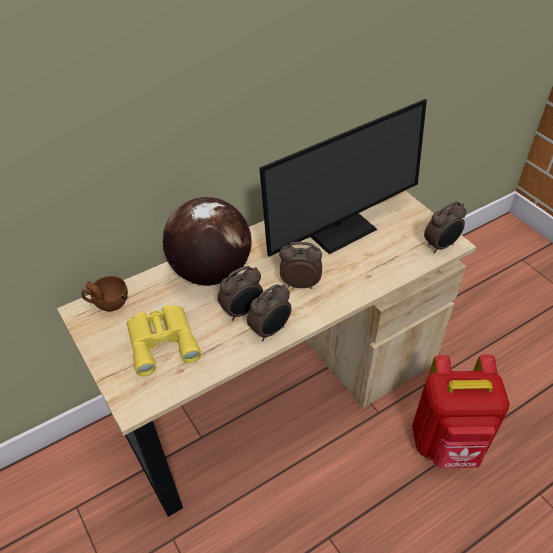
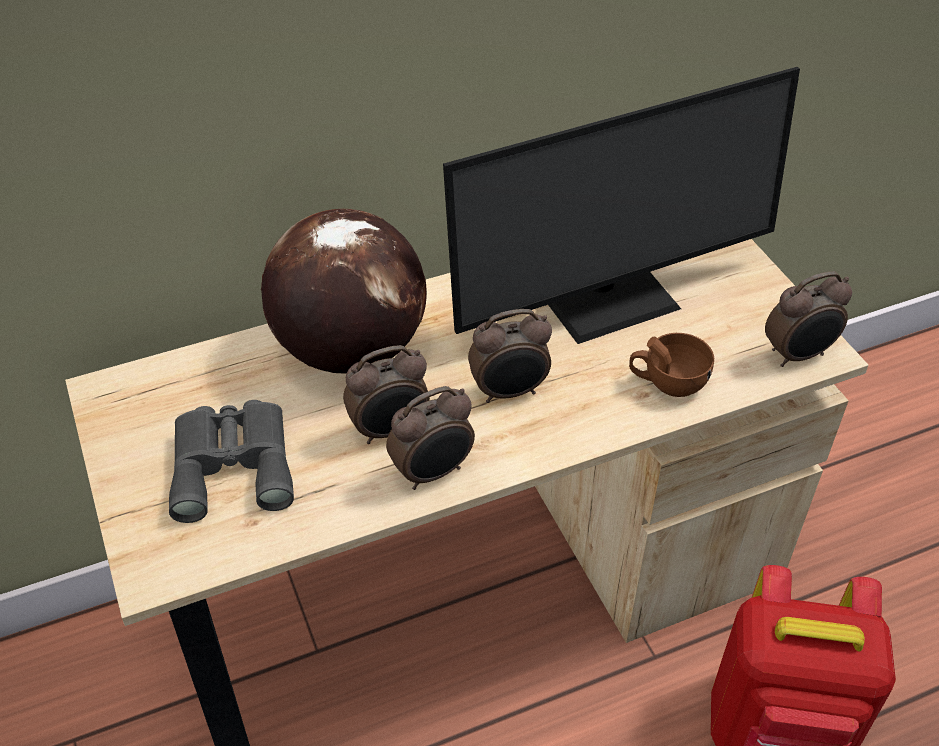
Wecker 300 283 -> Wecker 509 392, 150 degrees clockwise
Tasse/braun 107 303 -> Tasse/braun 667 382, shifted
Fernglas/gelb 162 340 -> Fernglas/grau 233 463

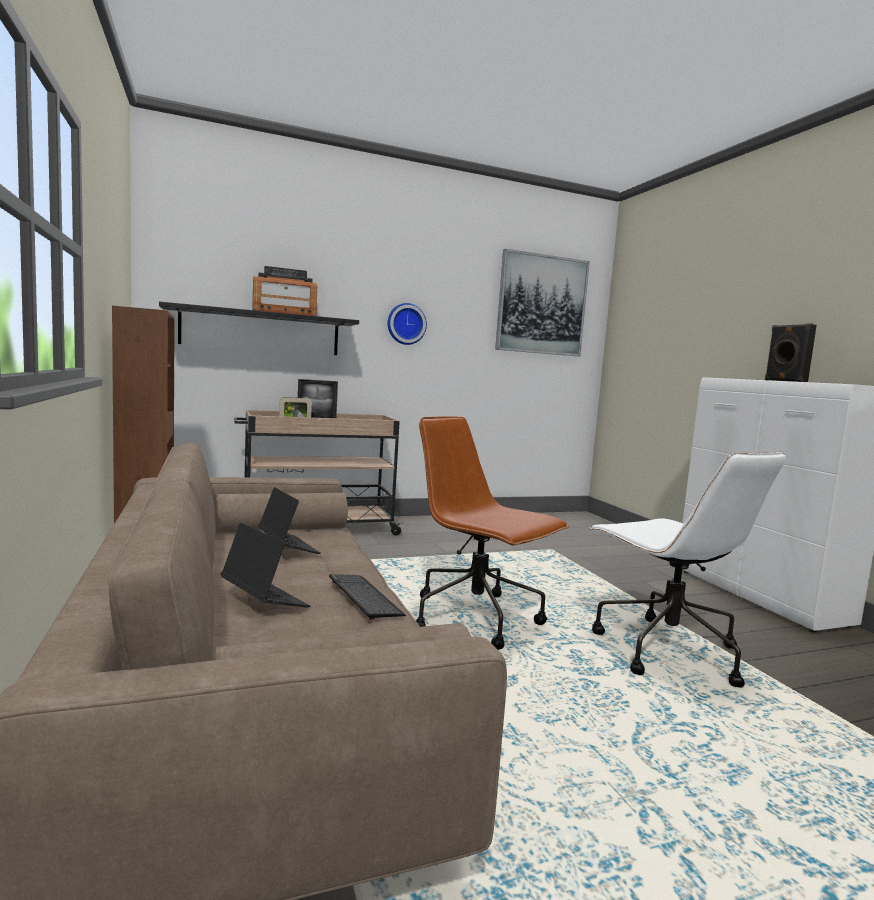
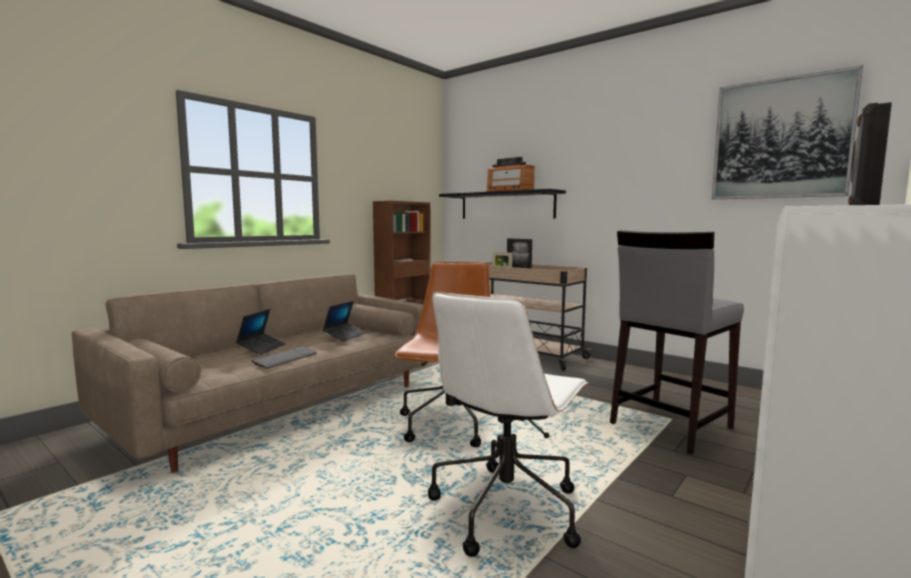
Wanduhr 406 324 -> none
none -> Hocker/grau 669 426

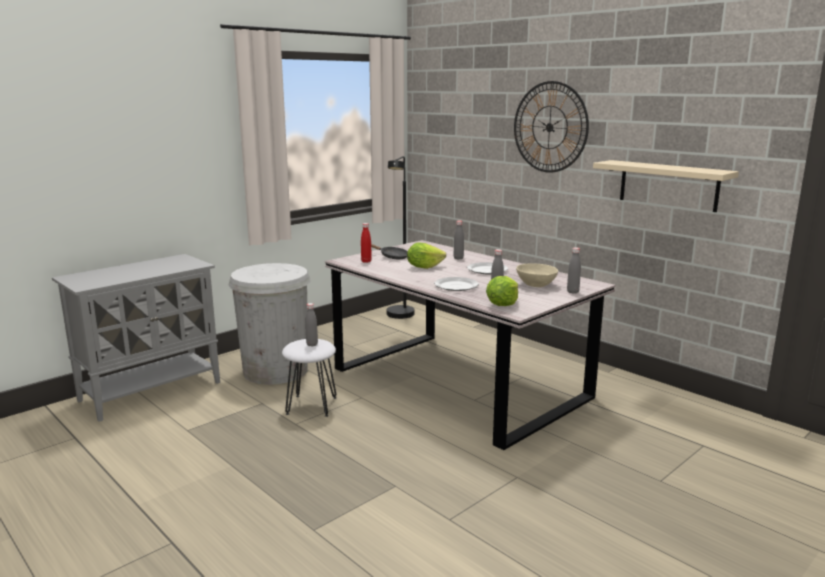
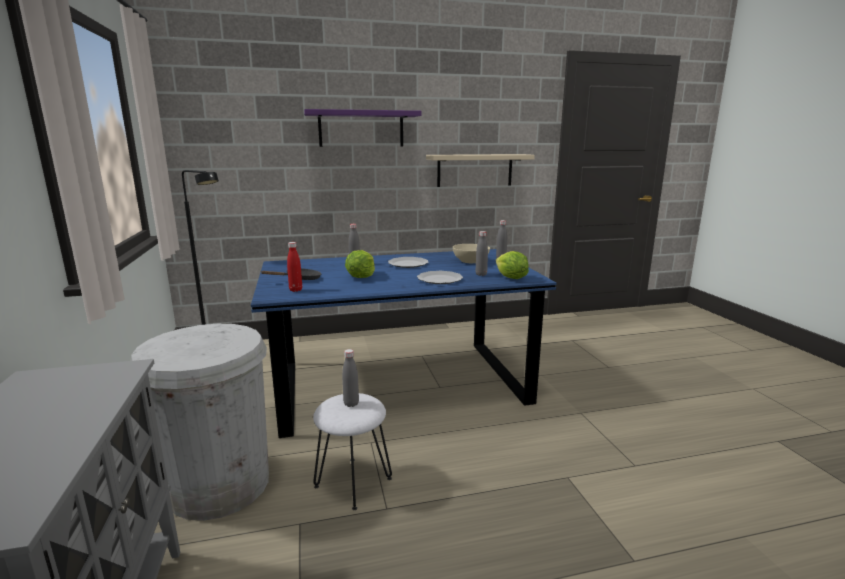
Wanduhr 549 127 -> Wandregal/lila 361 129
Esstisch/grau 457 383 -> Esstisch/blau 400 383

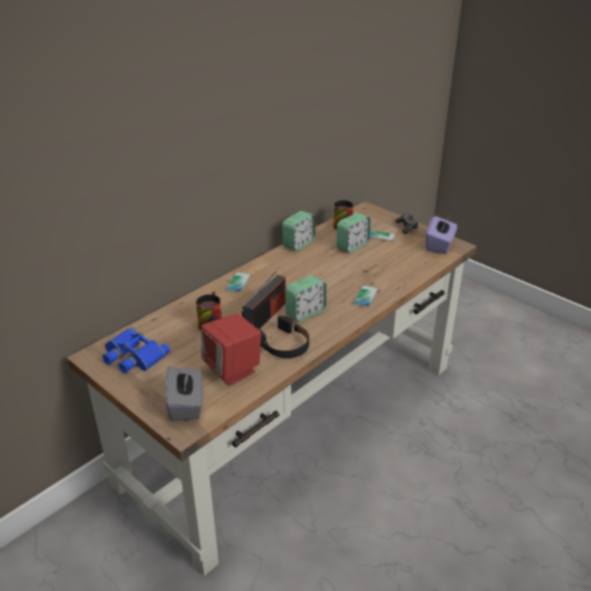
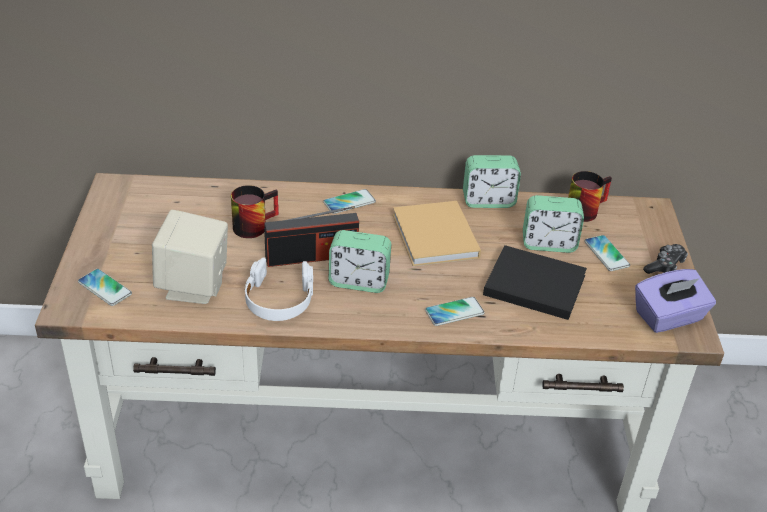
Lautsprecher/rot 233 370 -> Lautsprecher/beige 194 286
Kopfhörer/schwarz 284 345 -> Kopfhörer/weiß 279 299
Fernglas/blau 132 356 -> none
Taschentuchbox/grau 186 405 -> Handy 105 288
none -> Buch/beige 436 238
none -> Buch/schwarz 531 284

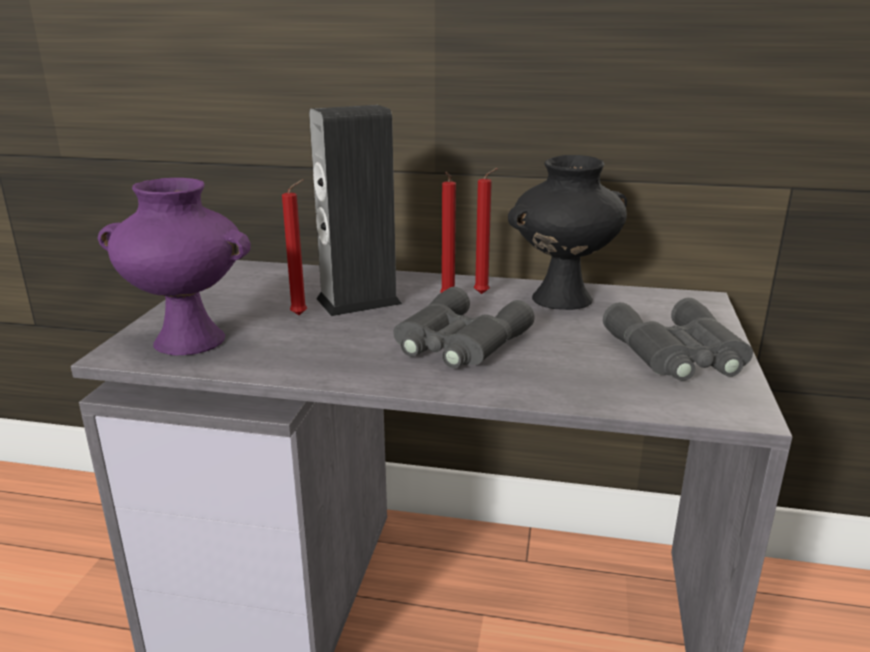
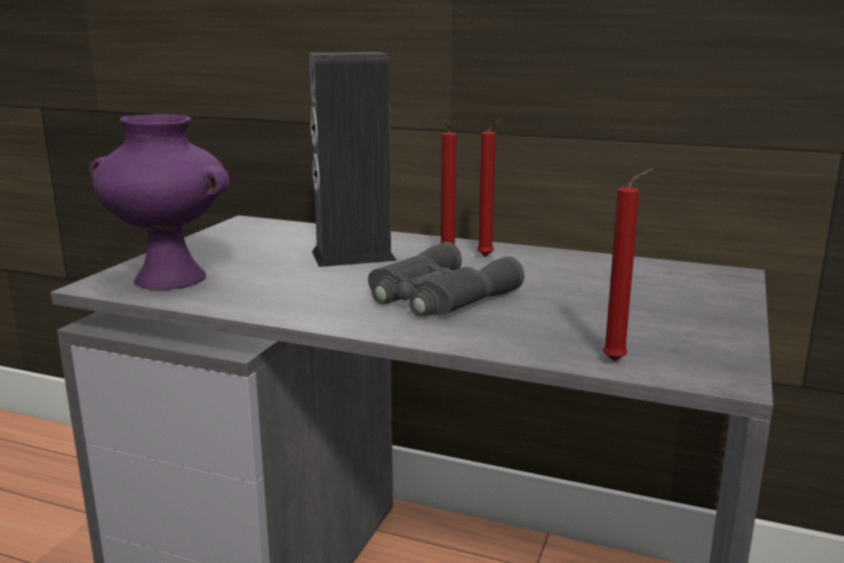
Vase/schwarz 561 300 -> none
Kerze/rot 302 315 -> Kerze/rot 618 361, shifted
Fernglas/grau 677 354 -> none

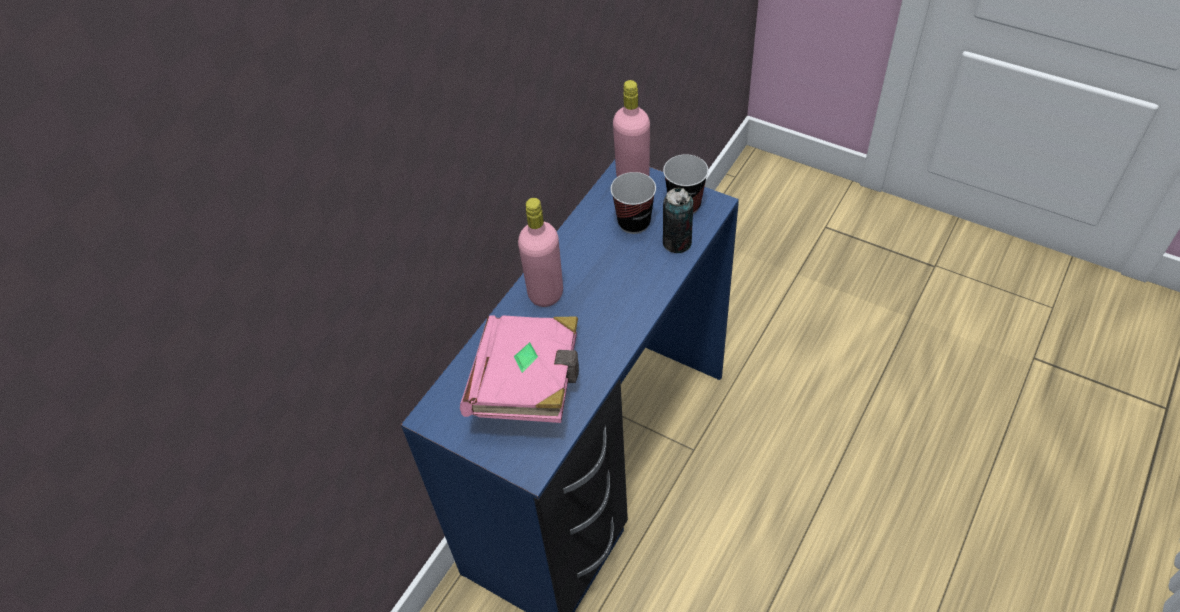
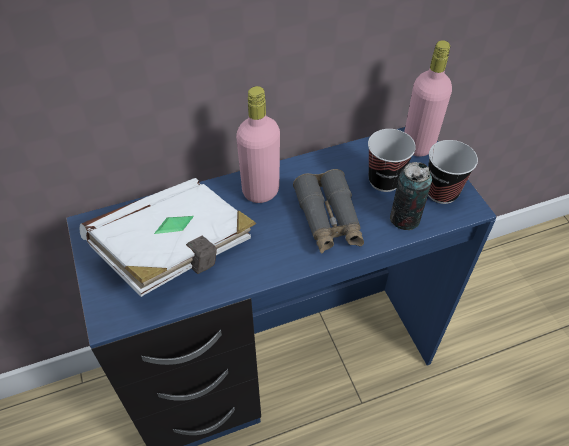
Buch/rosa 529 383 -> Buch/weiß 177 251
none -> Fernglas/grau 328 219

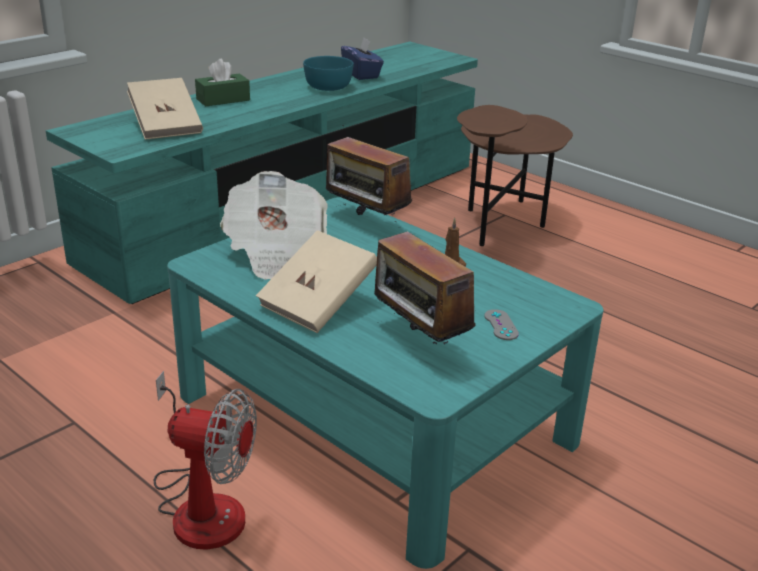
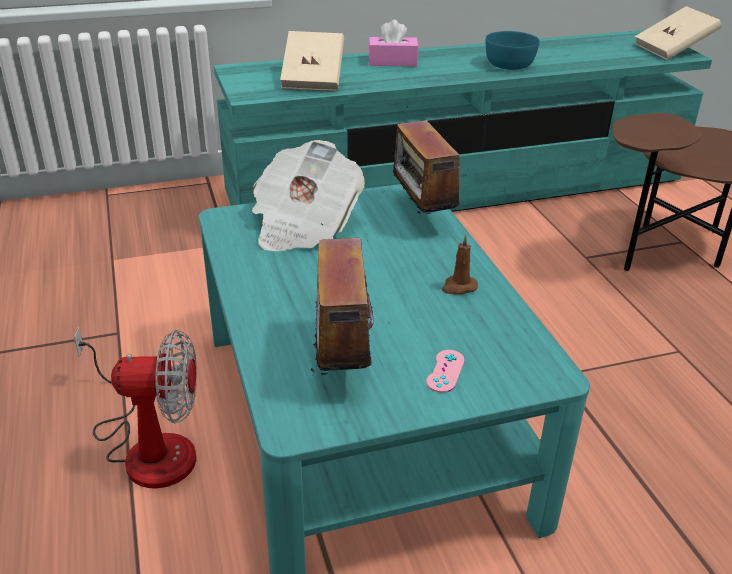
Taschentuchbox/blau 361 74 -> none
Taschentuchbox/grün 223 100 -> Taschentuchbox/rosa 392 62
Buch/beige 318 304 -> Buch/beige 673 50, shifted
Gamepad/grau 501 325 -> Gamepad/rosa 445 371
Ventilator 202 504 -> Ventilator 148 446, 45 degrees counterclockwise

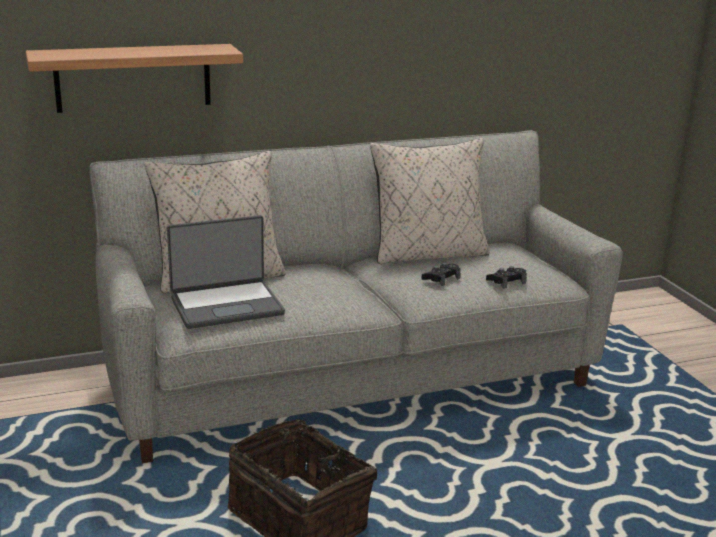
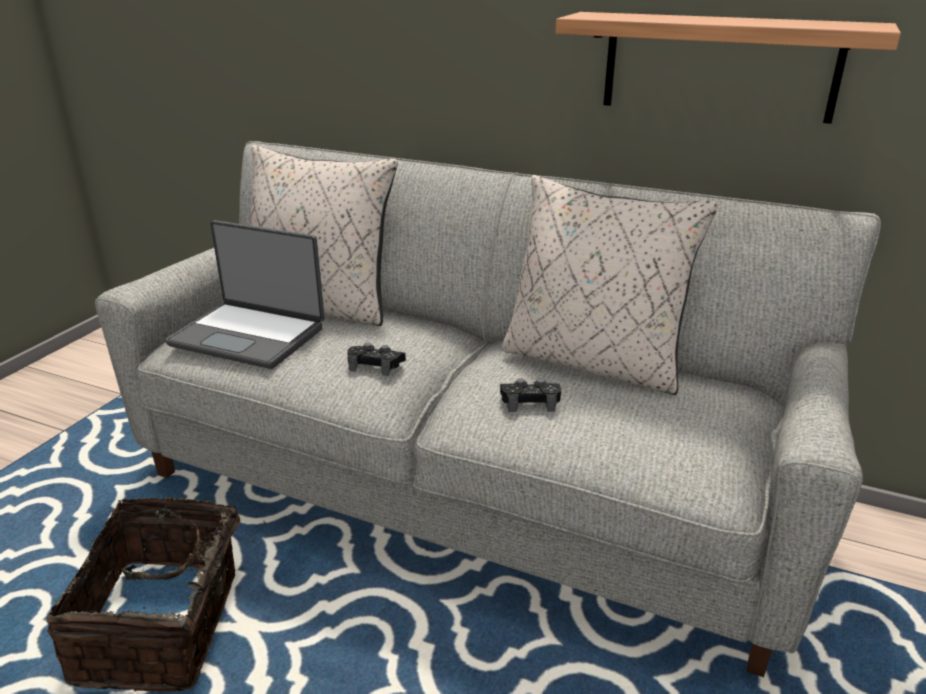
Wandregal 133 77 -> Wandregal 719 66, shifted
Gamepad/schwarz 506 282 -> Gamepad/schwarz 376 365, shifted

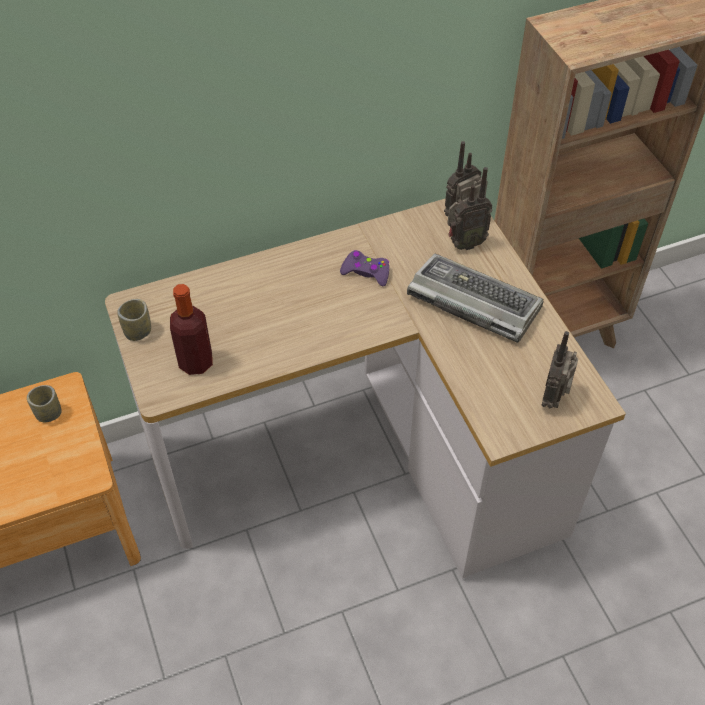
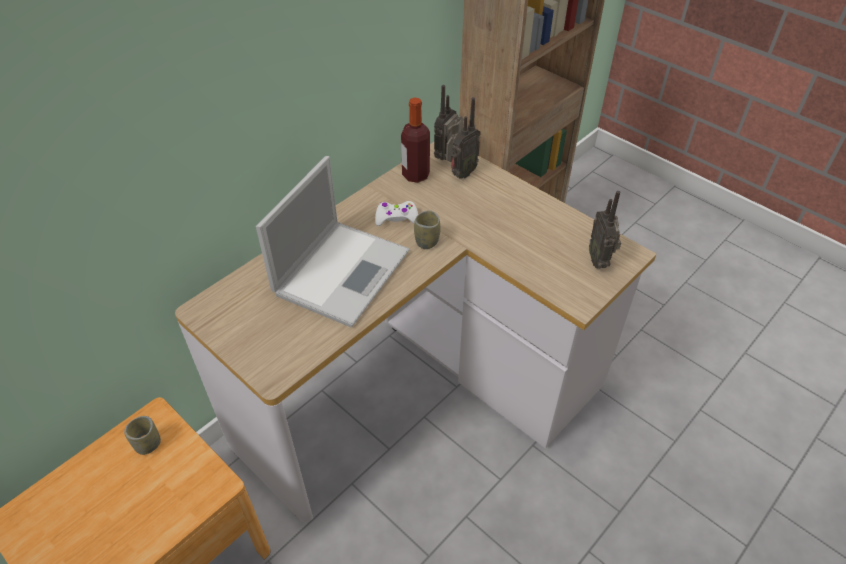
Gamepad/lila 366 272 -> Gamepad/weiß 396 218
Tastatur 472 302 -> none
Flasche 196 362 -> Flasche 415 175, shifted
Tasse 138 331 -> Tasse 427 241, shifted
none -> Laptop 343 270

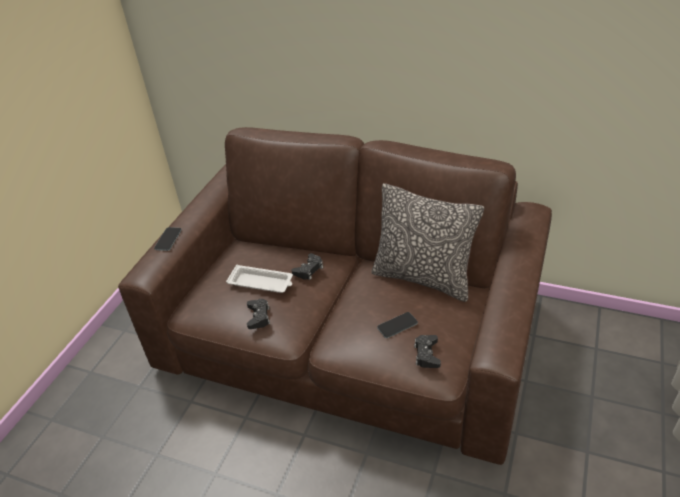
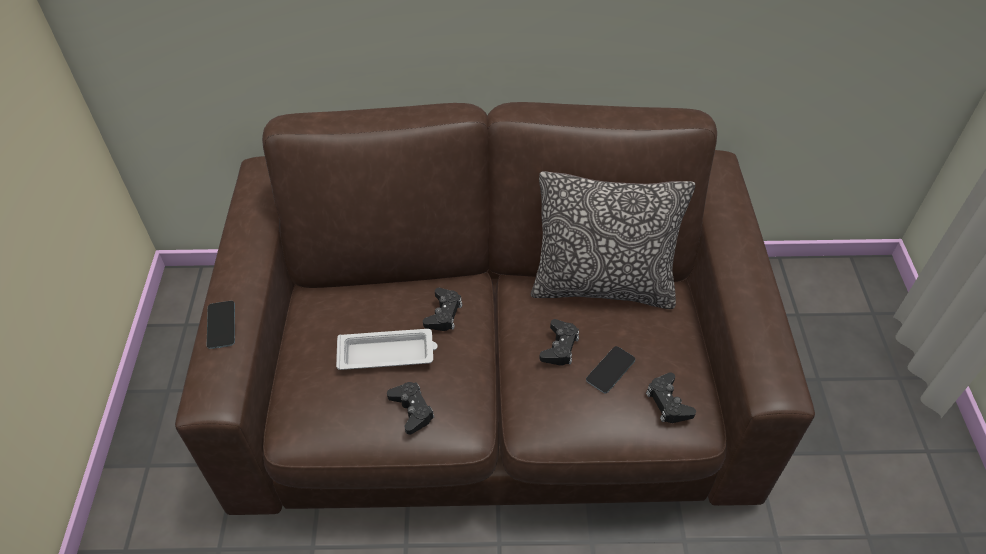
none -> Gamepad/schwarz 559 347

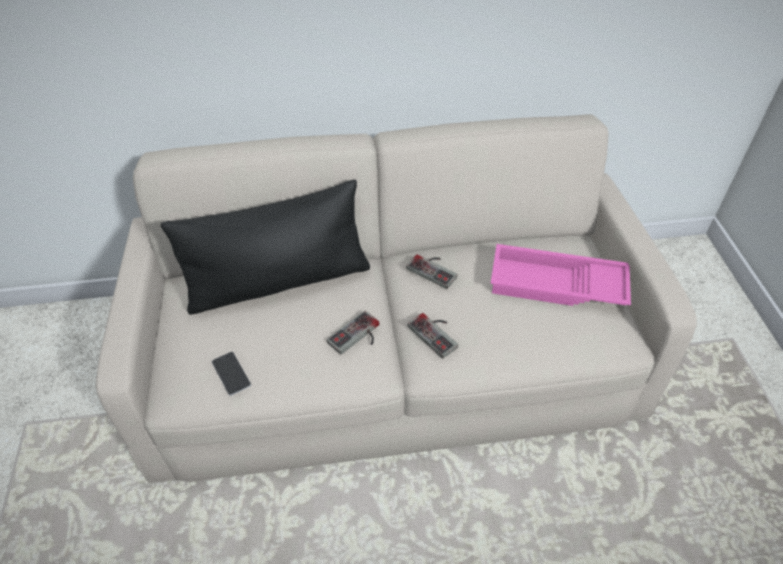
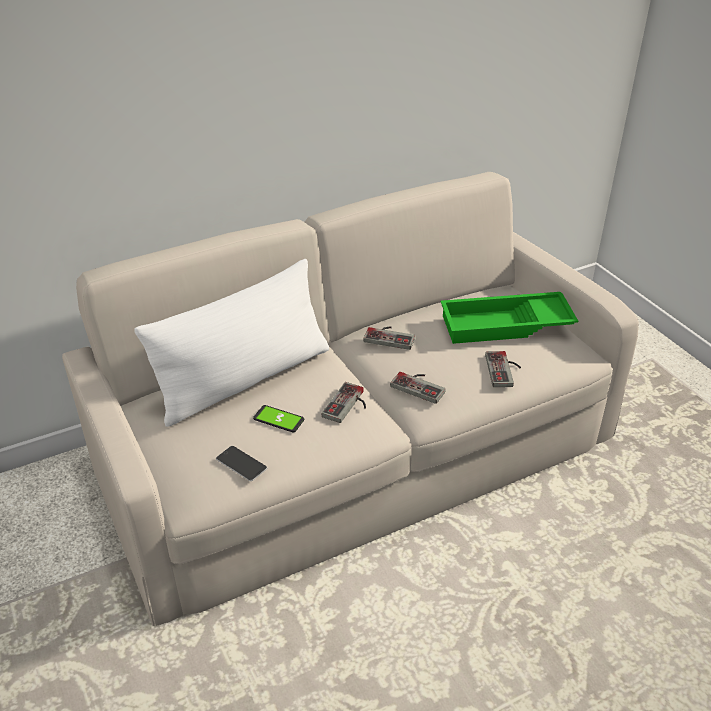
Kissen/schwarz 279 282 -> Kissen/weiß 244 380
Tablett/rosa 555 286 -> Tablett/grün 505 326
none -> Gamepad 505 370
none -> Handy 278 419

